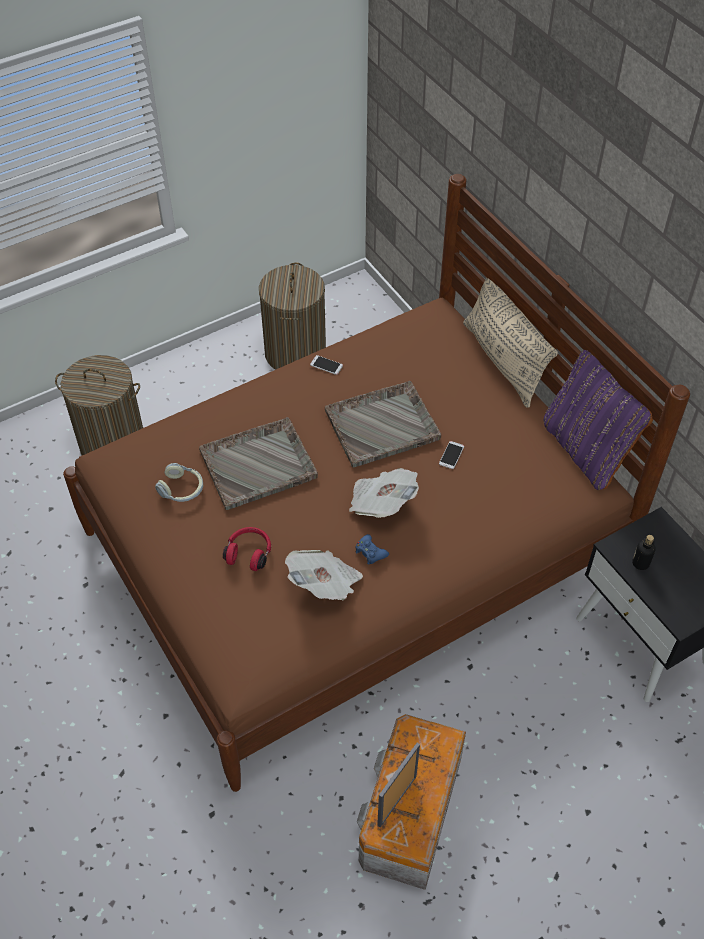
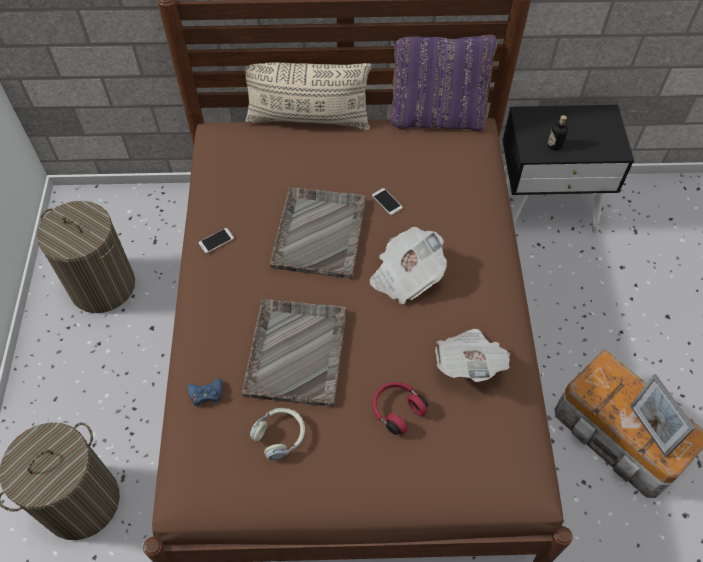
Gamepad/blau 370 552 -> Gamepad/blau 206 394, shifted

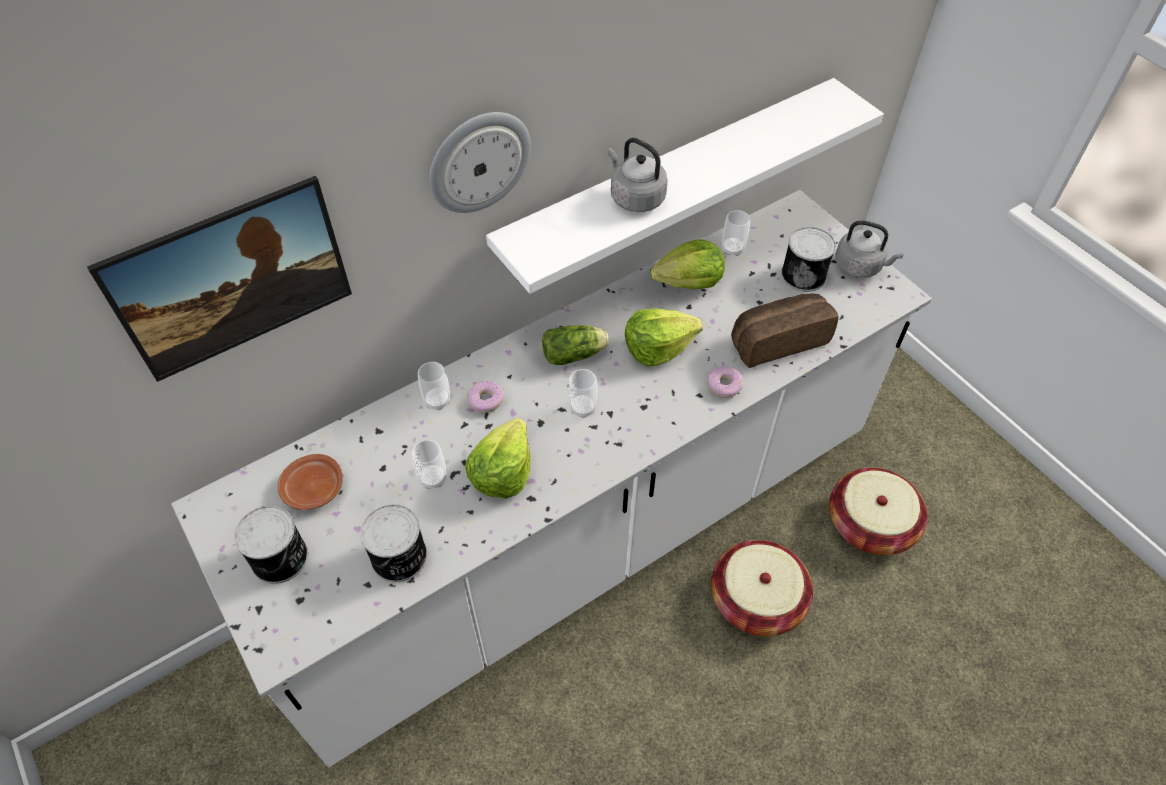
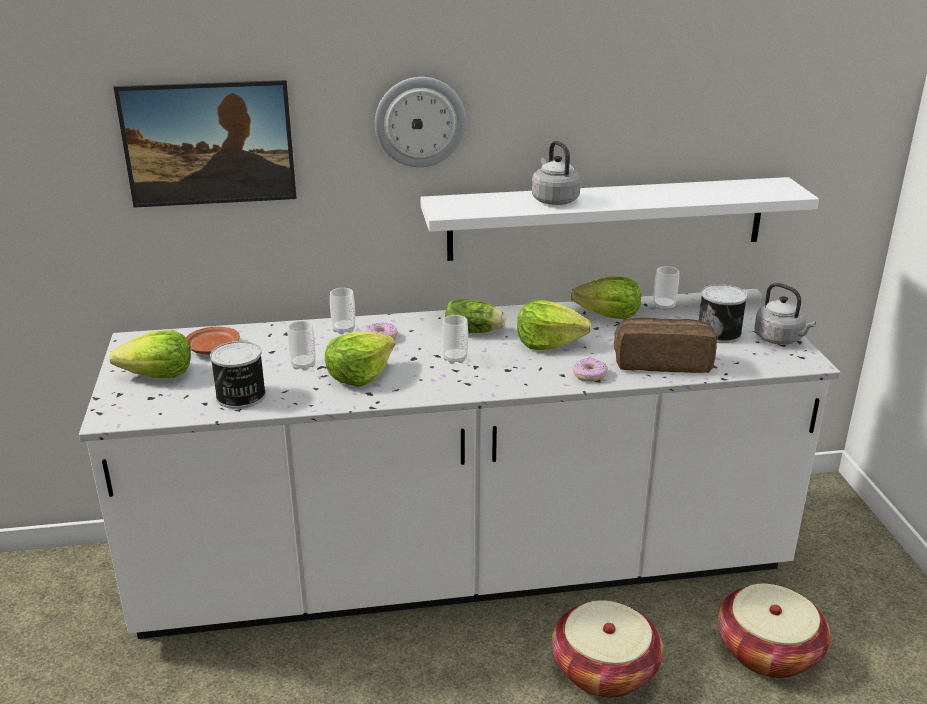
Dose 281 558 -> Salatkopf 158 375

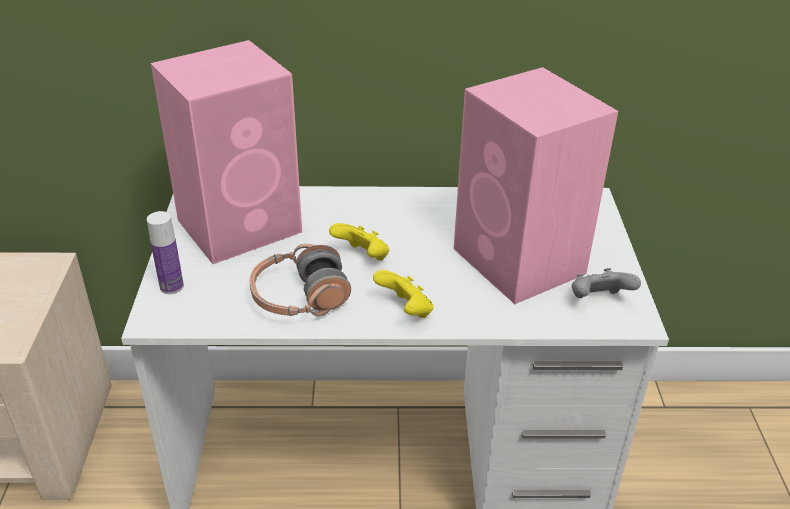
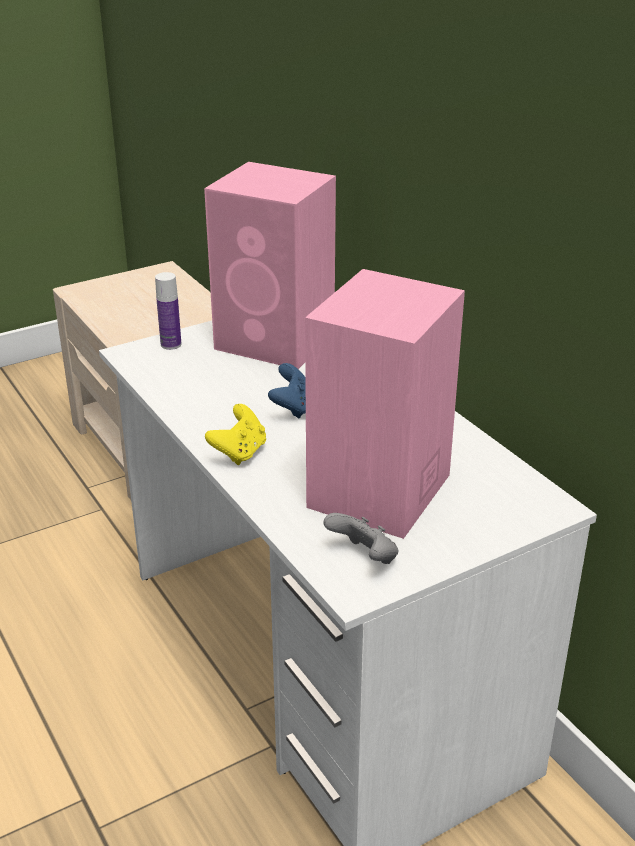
Gamepad/gelb 362 257 -> Gamepad/blau 293 408
Kopfhörer 300 297 -> none

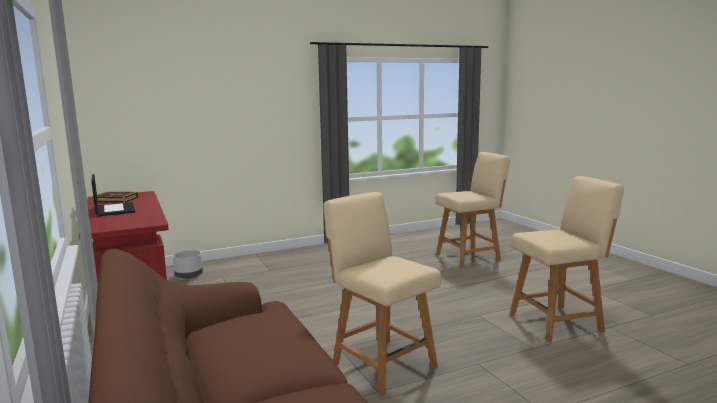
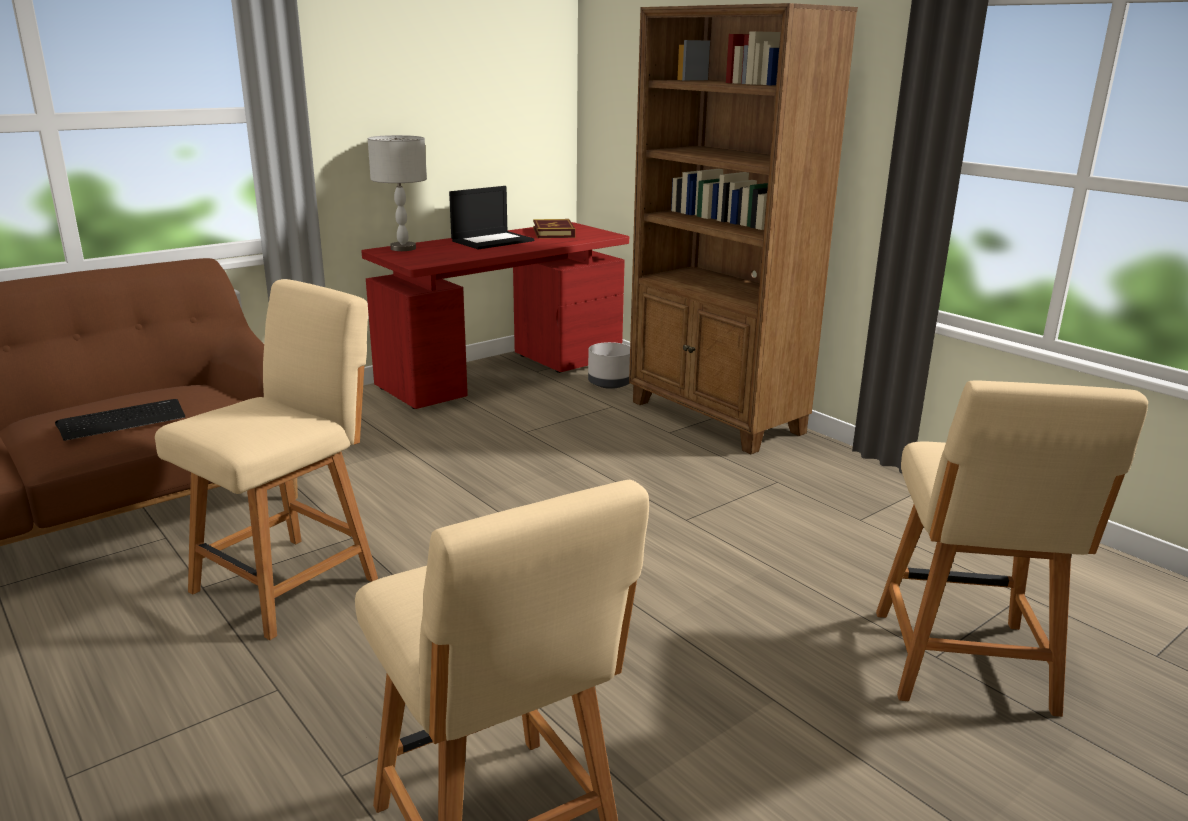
Stuhl/beige 470 257 -> Stuhl/beige 963 665, 45 degrees clockwise
none -> Bücherregal/braun 716 418
none -> Tischlampe/grau 403 248
none -> Tastatur 122 421

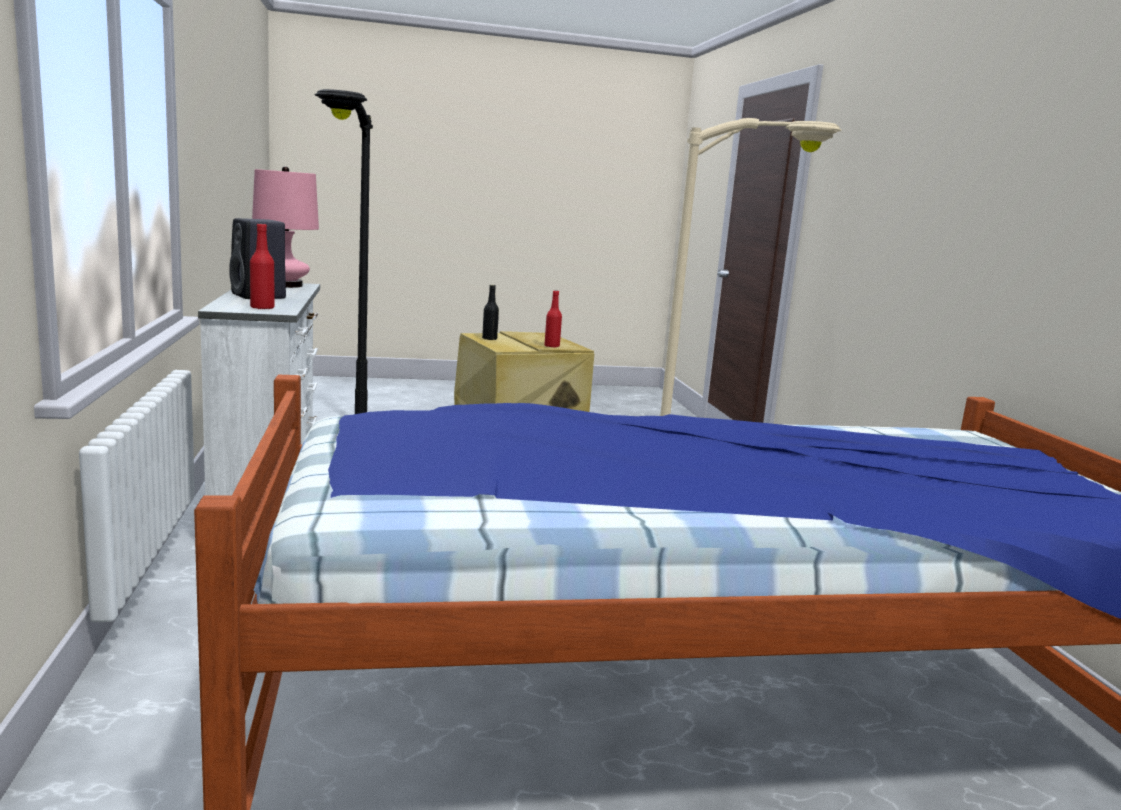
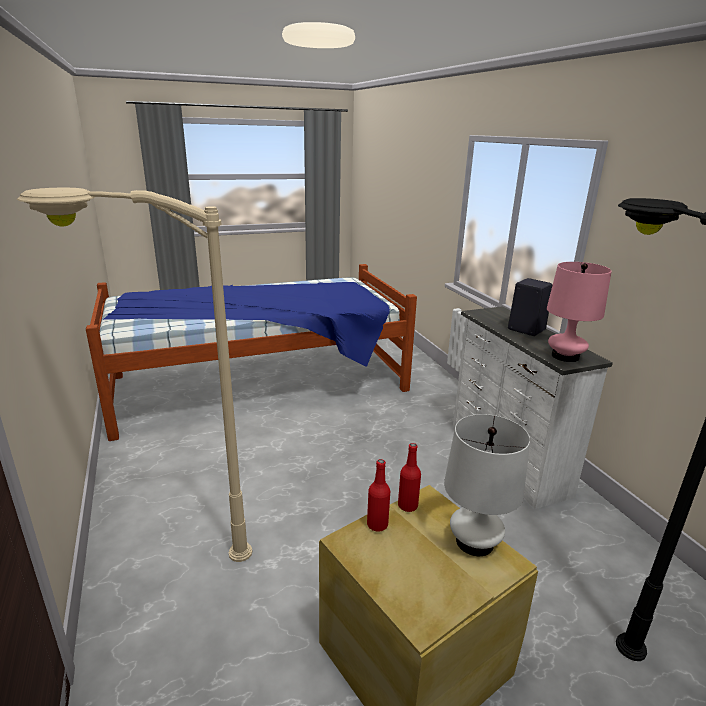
Flasche/rot 262 308 -> Flasche/rot 407 506, shifted
Flasche/schwarz 489 339 -> Tischlampe/weiß 474 542

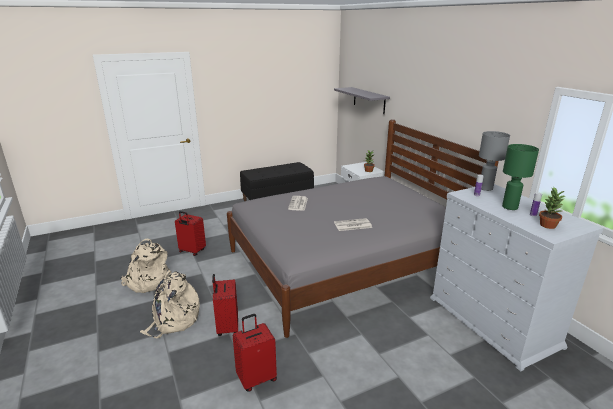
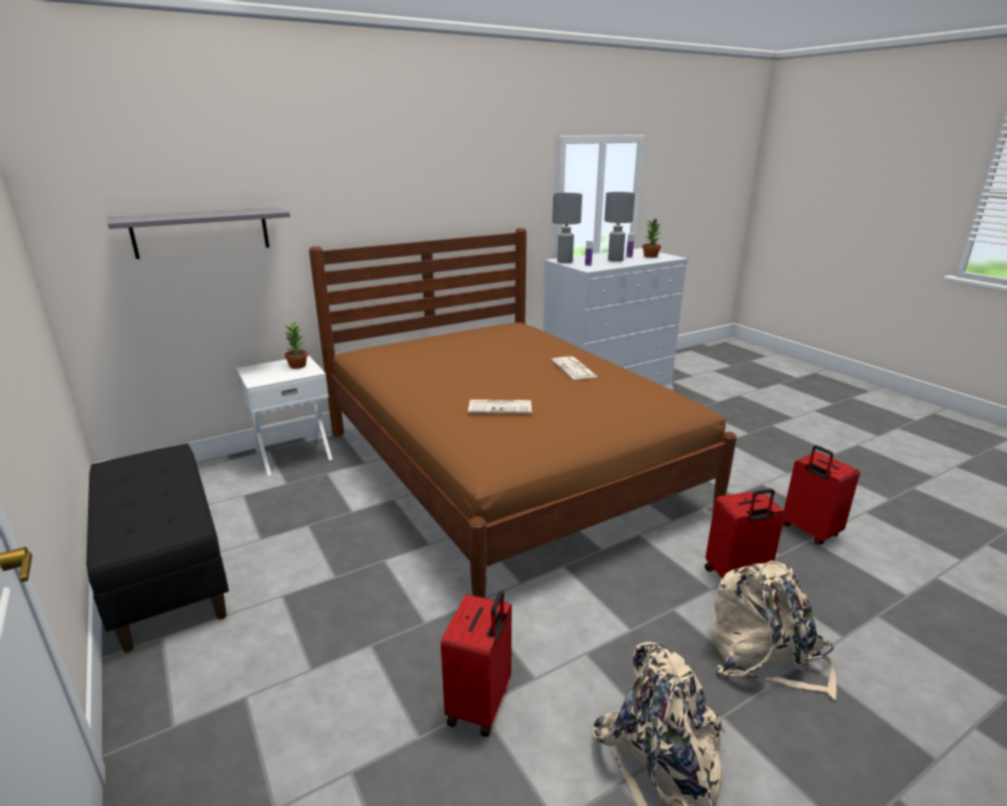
Bett/grau 346 263 -> Bett/braun 505 469
Tischlampe/grün 509 207 -> Tischlampe/grau 615 260

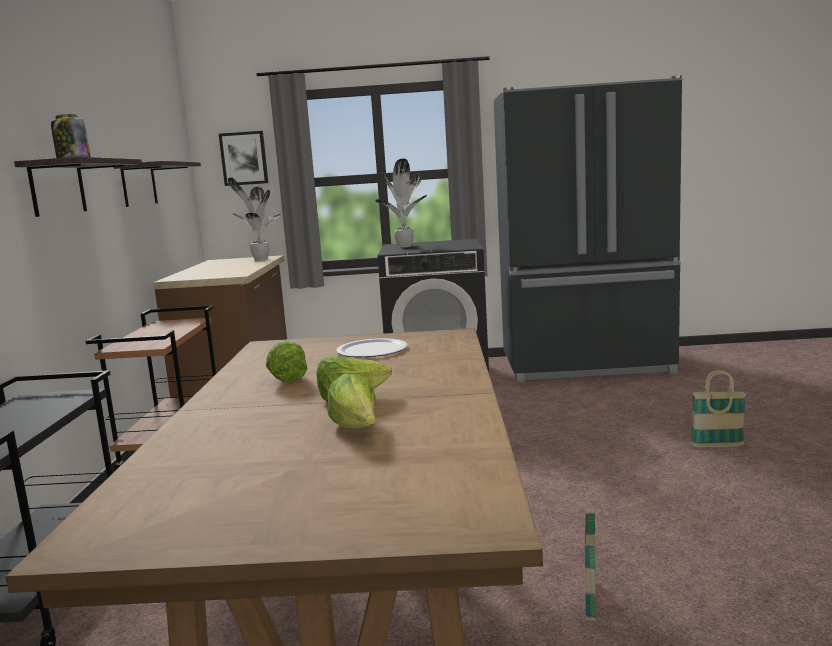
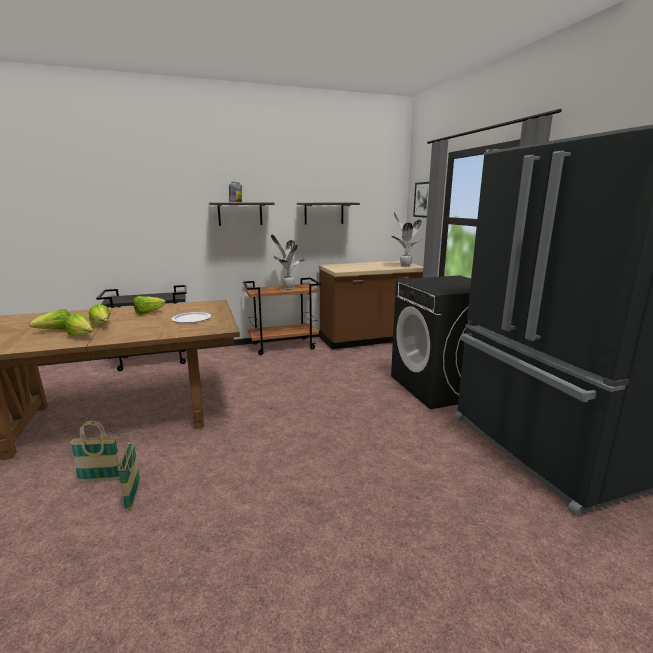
Topfpflanze 405 247 -> Topfpflanze 287 288, shifted
Korb 717 446 -> Korb 133 496, shifted
none -> Salatkopf 82 336

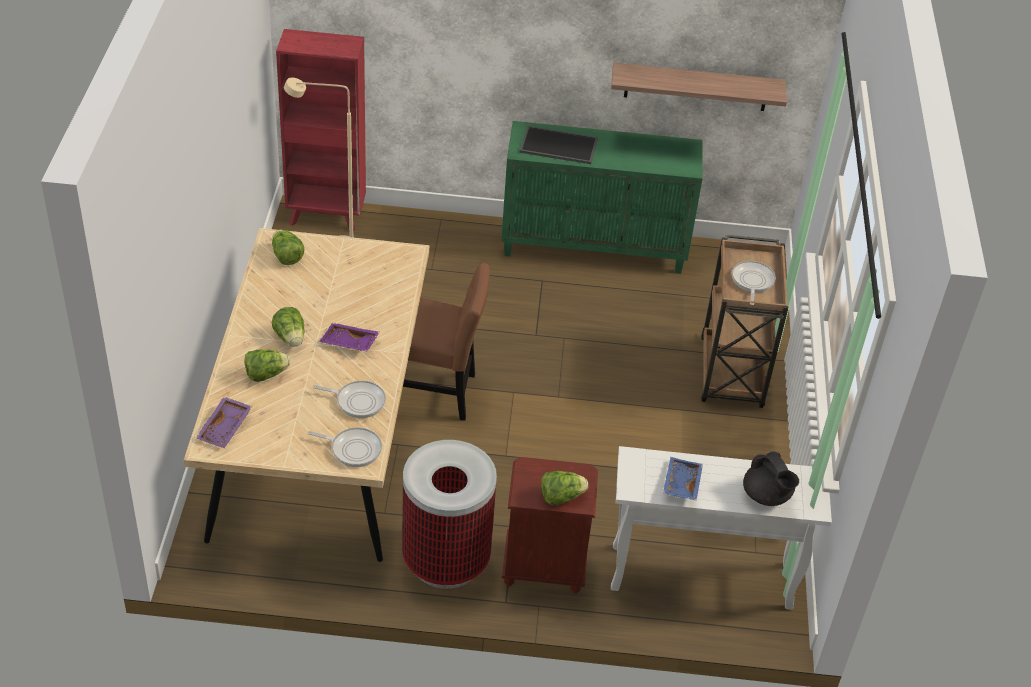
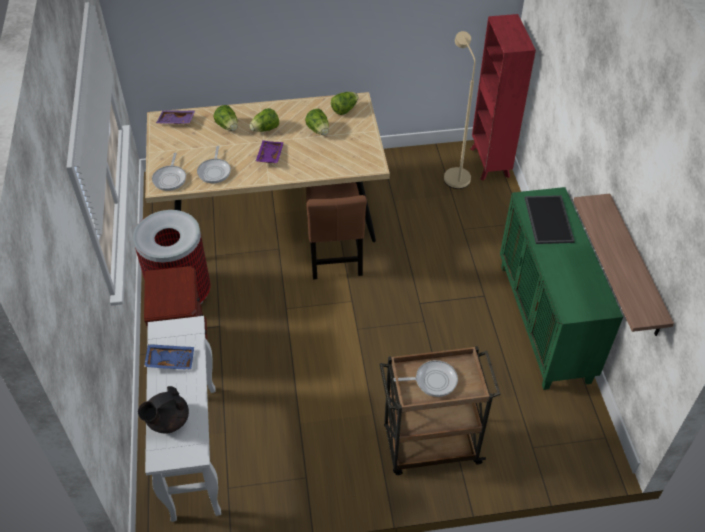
Salatkopf 561 497 -> Salatkopf 318 130, shifted

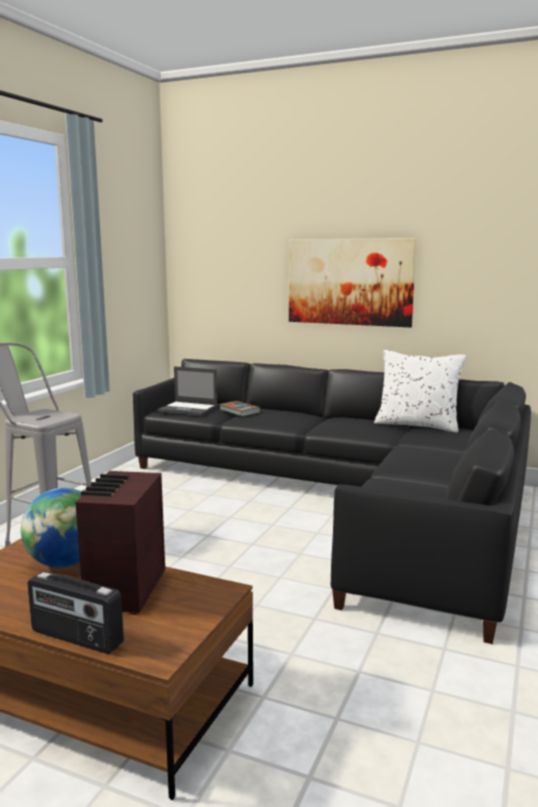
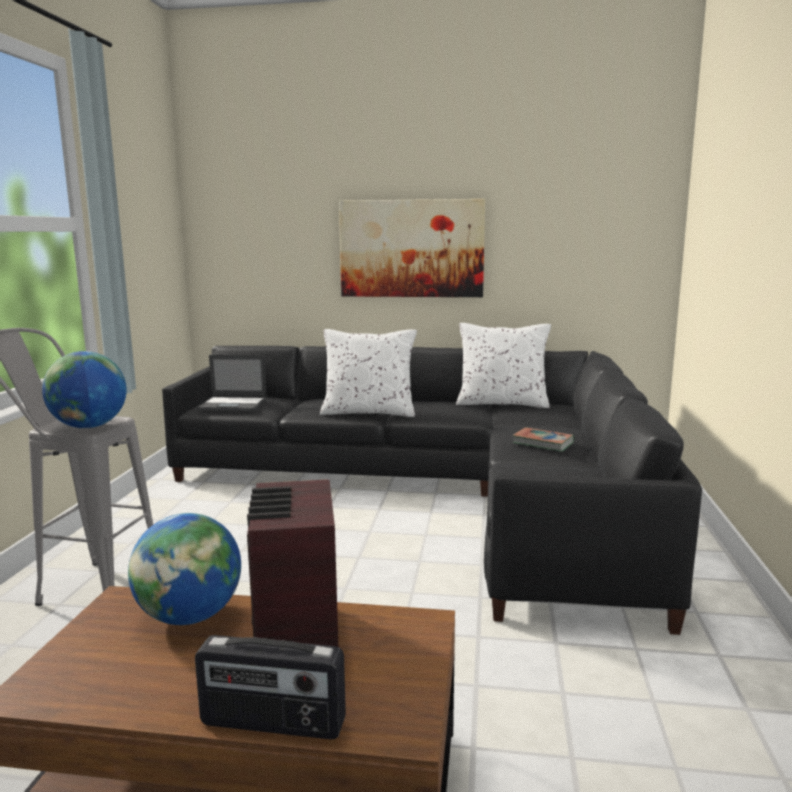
Buch 240 411 -> Buch 543 443, shifted
none -> Kissen/weiß 369 412
none -> Globus 89 427

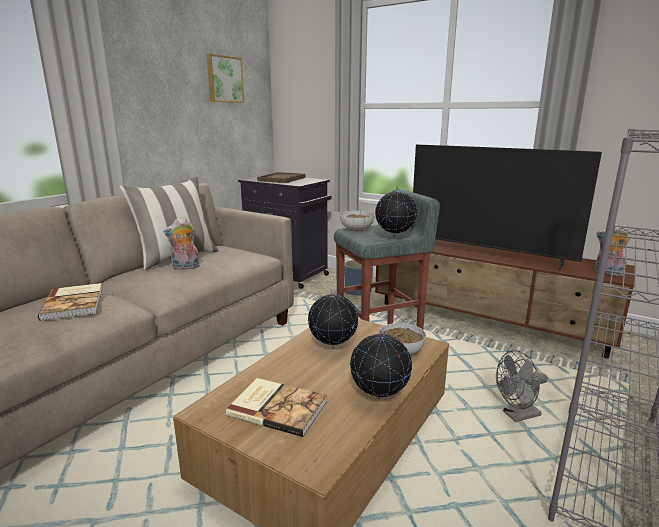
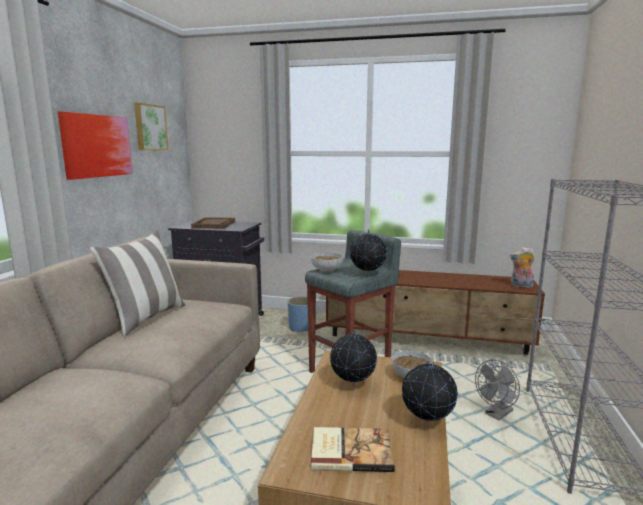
Fernseher 487 255 -> none
Plüschtier 185 268 -> none
Buch 75 303 -> none
none -> Bild 97 146

